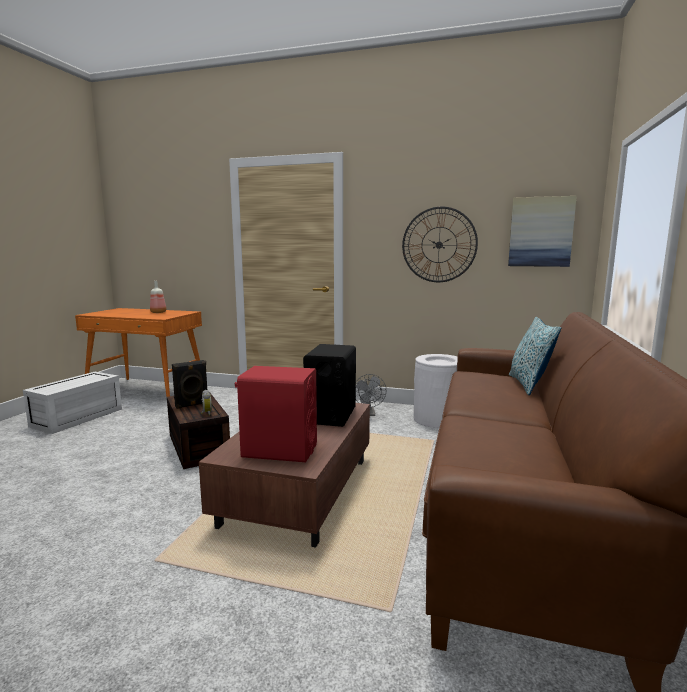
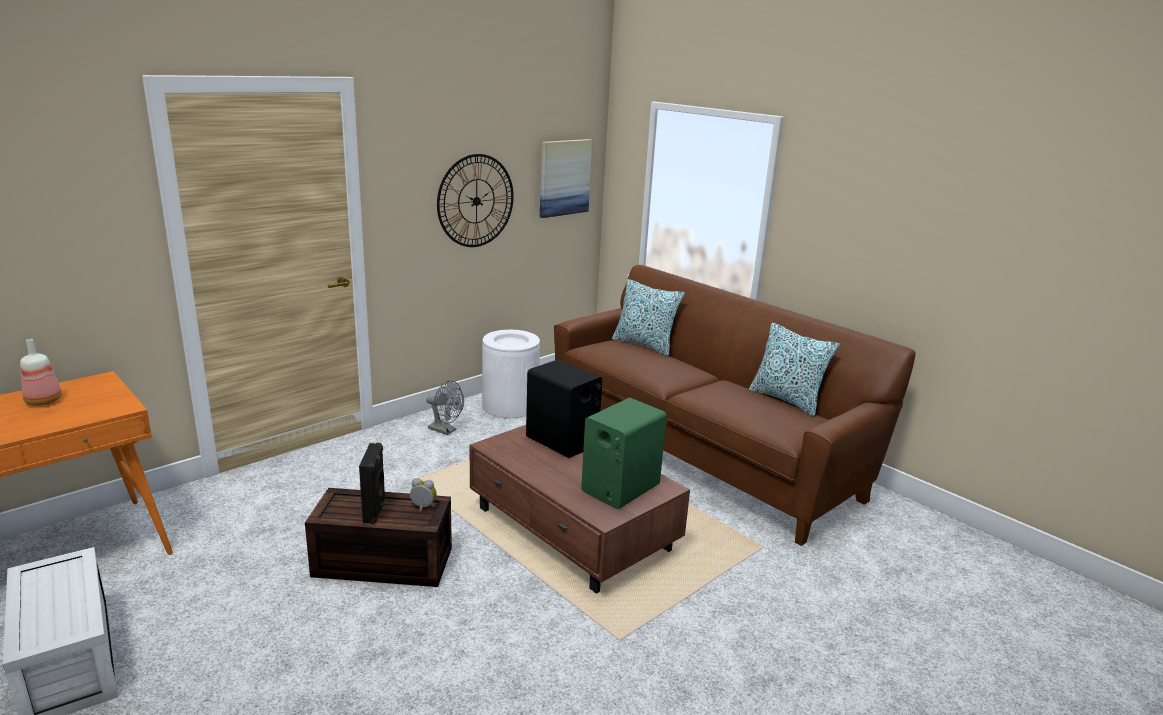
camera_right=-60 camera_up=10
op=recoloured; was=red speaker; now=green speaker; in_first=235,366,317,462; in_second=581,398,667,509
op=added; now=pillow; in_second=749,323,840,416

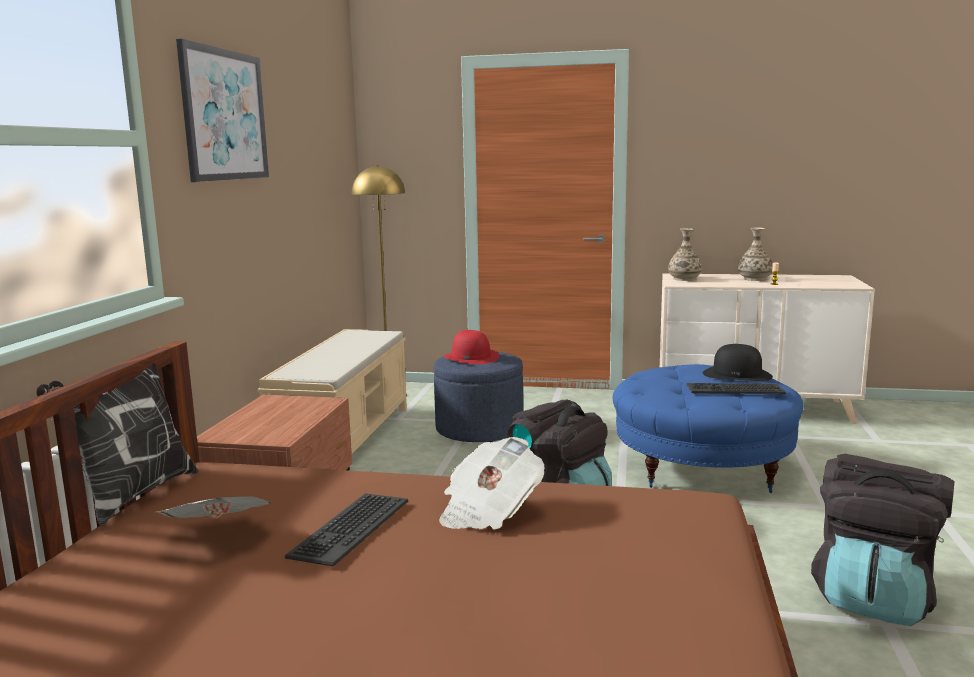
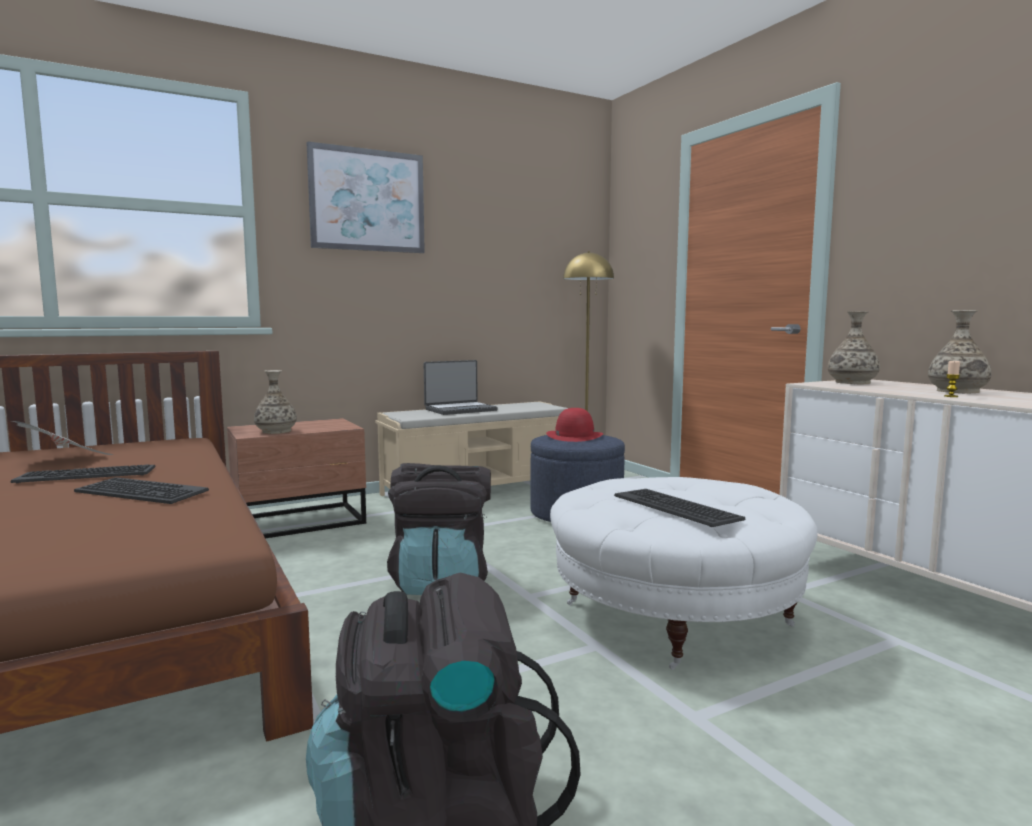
camera_right=50 camera_up=-5
op=removed; was=black hat; in_first=703,344,773,381
op=removed; was=pillow; in_first=36,363,199,525
op=recoloured; was=blue ottoman; now=white ottoman; in_first=613,364,803,493; in_second=550,477,818,670
op=replaced; was=newspaper; now=keyboard; in_first=439,437,545,530; in_second=74,477,209,504
op=added; now=laptop; in_second=424,360,498,415
op=added; now=vase; in_second=254,370,297,434

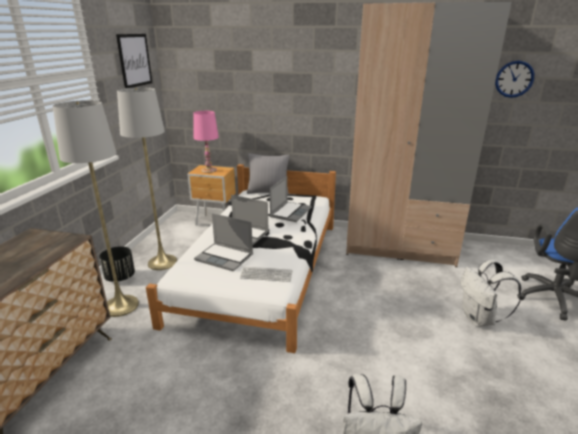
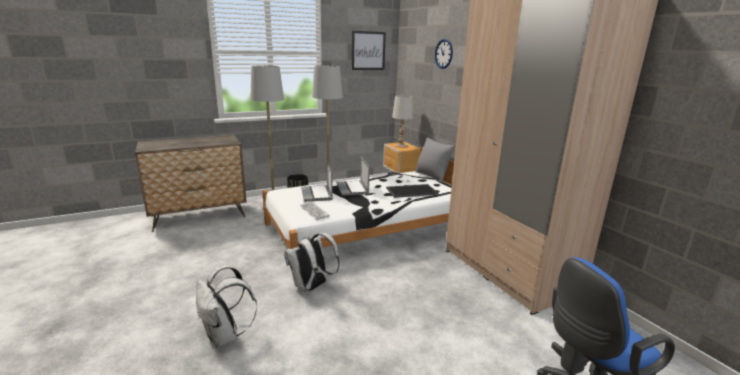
camera_right=50 camera_up=-5
op=moved; was=wall clock; in_first=495,61,535,98; in_second=435,39,453,69
op=recoloured; was=pink table lamp; now=white table lamp; in_first=193,111,219,173; in_second=392,95,413,148
op=replaced; was=laptop; now=tray; in_first=269,176,312,222; in_second=386,184,439,198
op=moved; was=white backpack; in_first=461,260,522,327; in_second=284,233,340,293

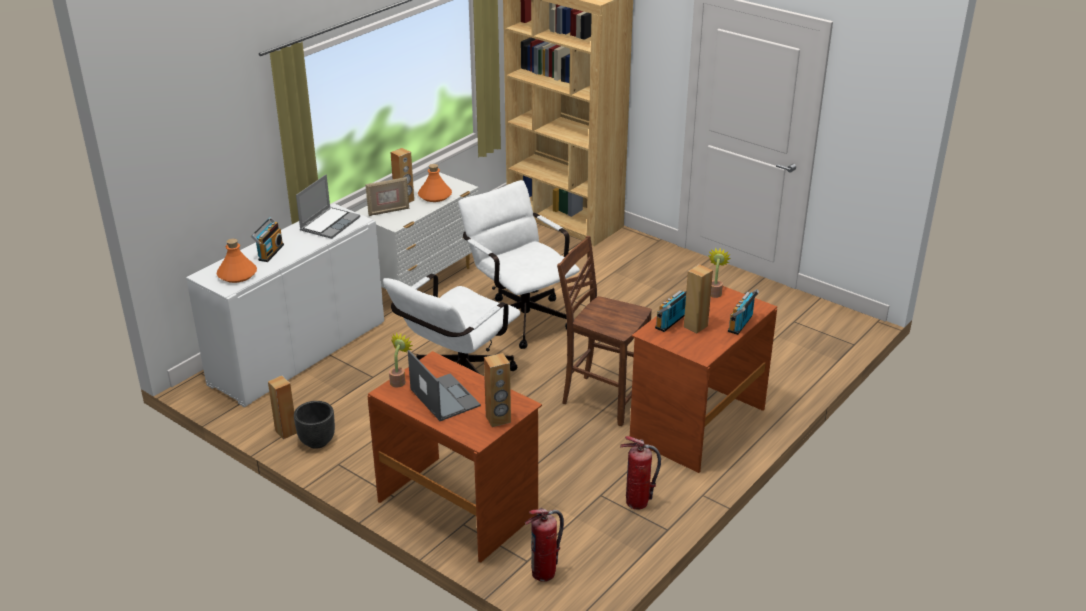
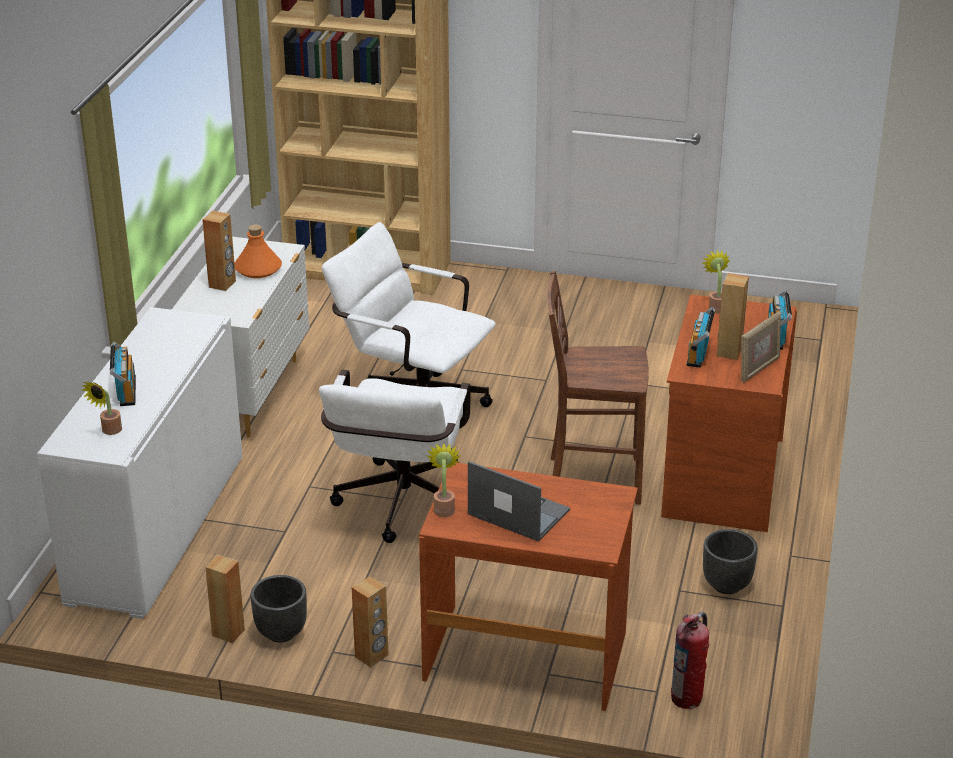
camera_right=-25 camera_up=0
op=removed; was=laptop; in_first=296,174,360,239
op=moved; was=picture frame; in_first=365,177,409,216; in_second=741,312,781,383
op=replaced; was=orange bottle; now=potted plant; in_first=217,238,257,283; in_second=82,382,122,435
op=moved; was=brown speaker; in_first=484,353,511,427; in_second=352,576,389,667
op=replaced; was=fire extinguisher; now=black planter; in_first=620,436,661,510; in_second=703,529,758,594

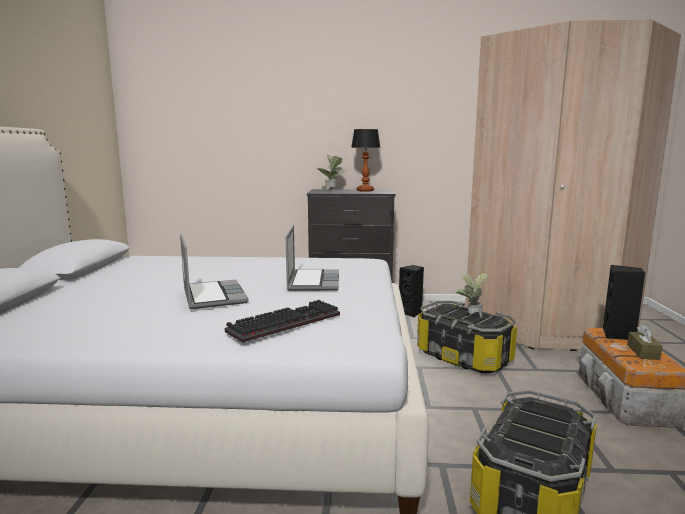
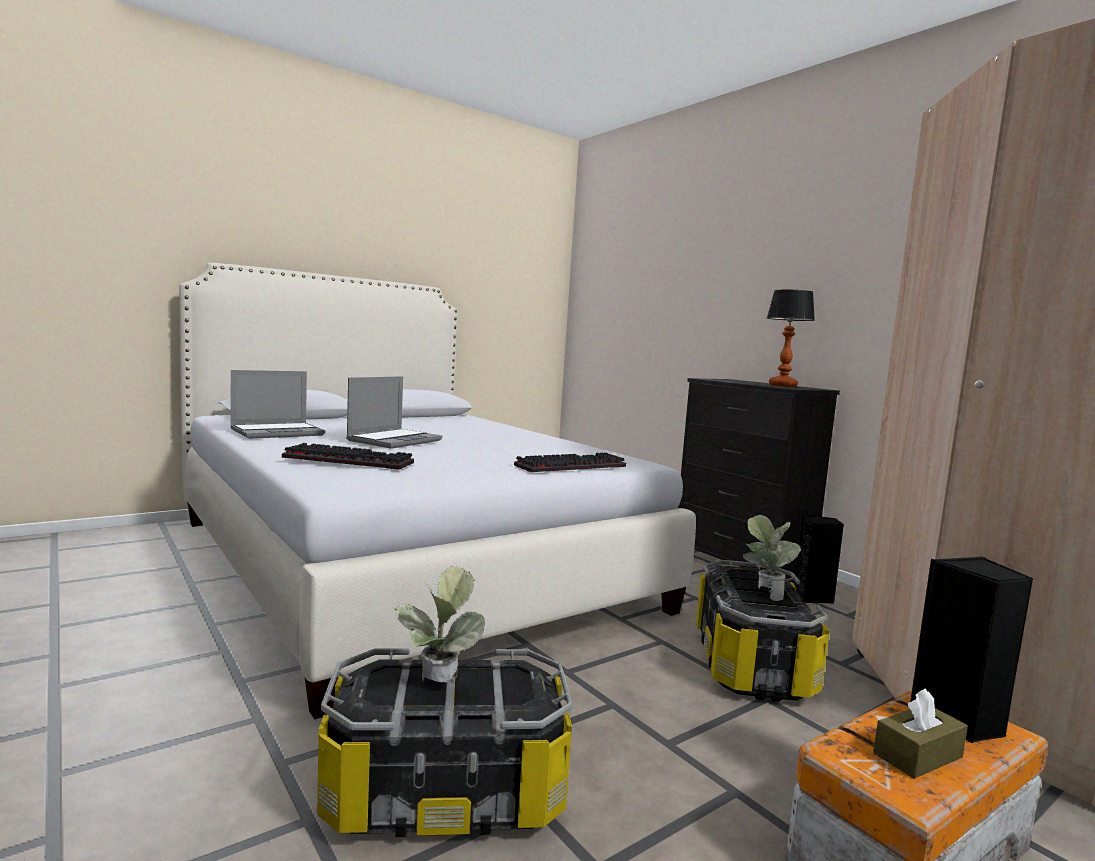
camera_right=50 camera_up=-5
op=moved; was=potted plant; in_first=318,155,345,190; in_second=395,566,485,683
op=moved; was=laptop; in_first=286,225,339,291; in_second=230,370,325,439
op=added; now=keyboard; in_second=514,452,626,472

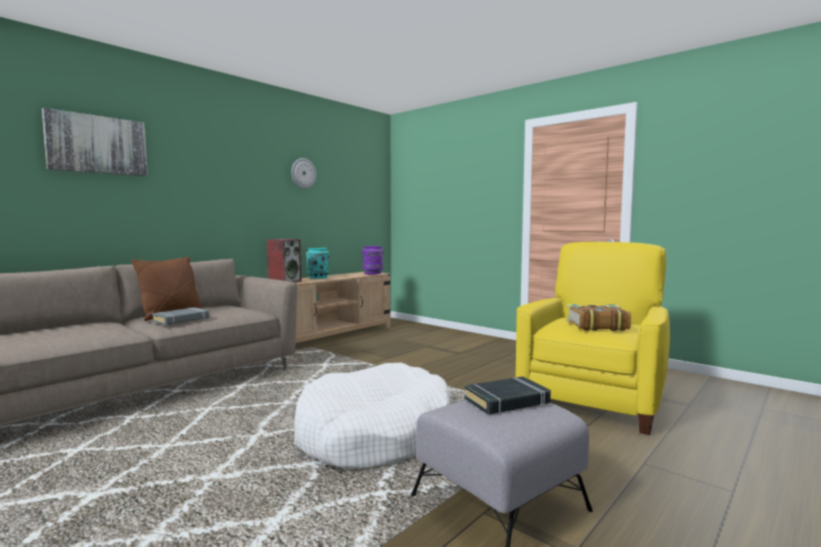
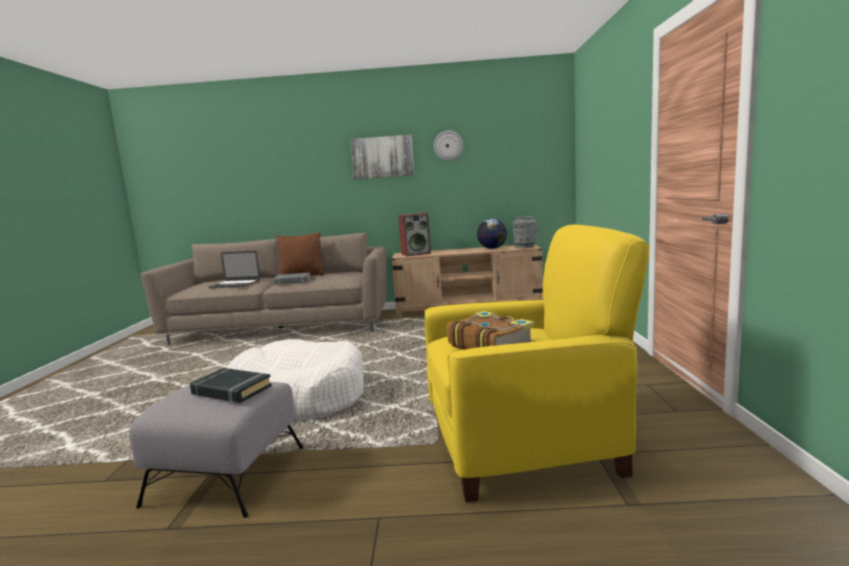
camera_right=50 camera_up=5
op=moved; was=picture; in_first=42,108,148,176; in_second=350,135,415,180
op=recoloured; was=purple vase; now=grey vase; in_first=362,246,384,274; in_second=512,216,537,248
op=removed; was=turquoise vase; in_first=306,248,330,279
op=added; now=globe; in_second=477,219,507,249
op=added; now=laptop; in_second=208,251,260,288

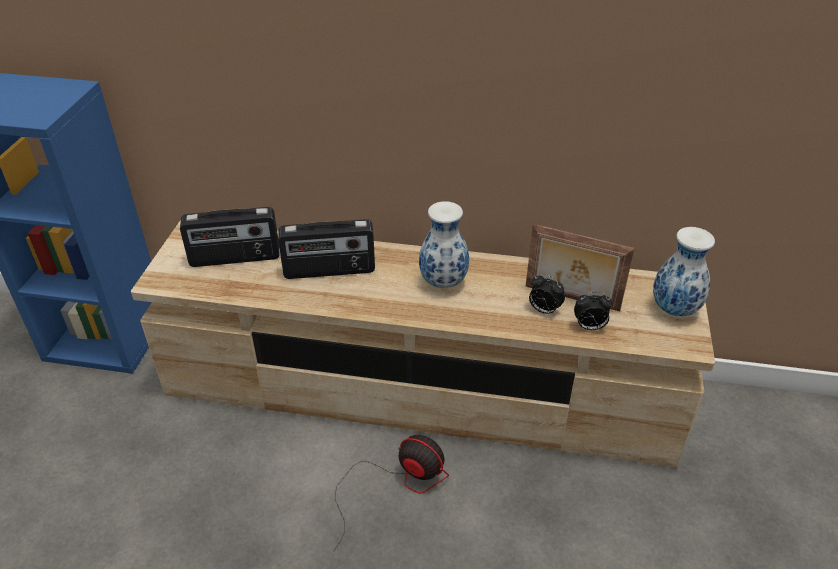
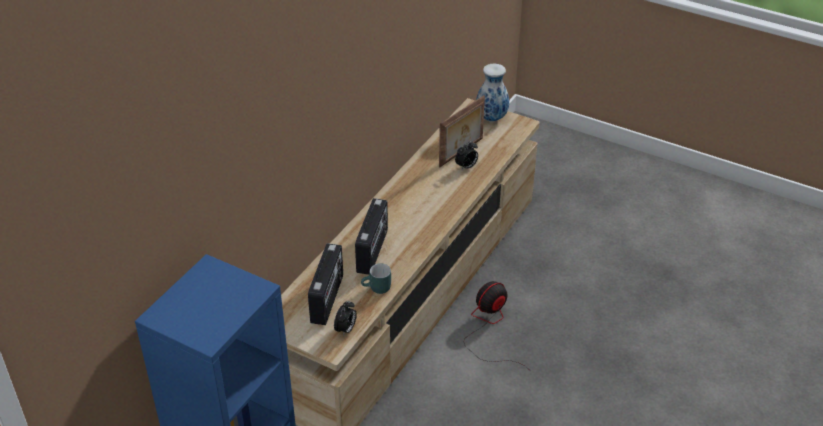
camera_right=-70 camera_up=0
op=removed; was=vase; in_first=419,201,469,289
op=moved; was=alarm clock; in_first=574,292,613,330; in_second=334,301,357,336
op=added; now=turquoise mug; in_second=361,263,391,294

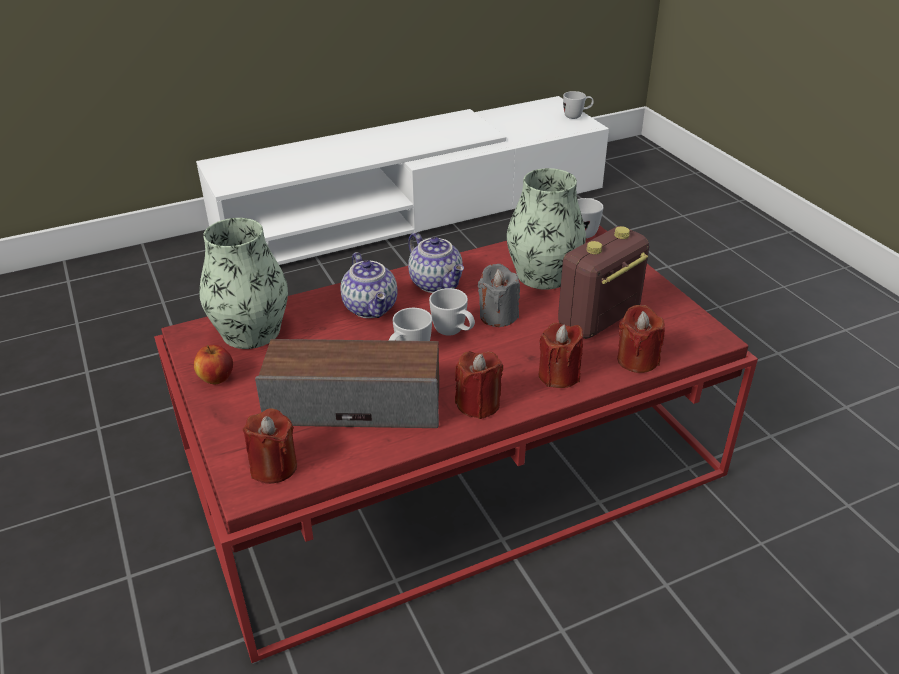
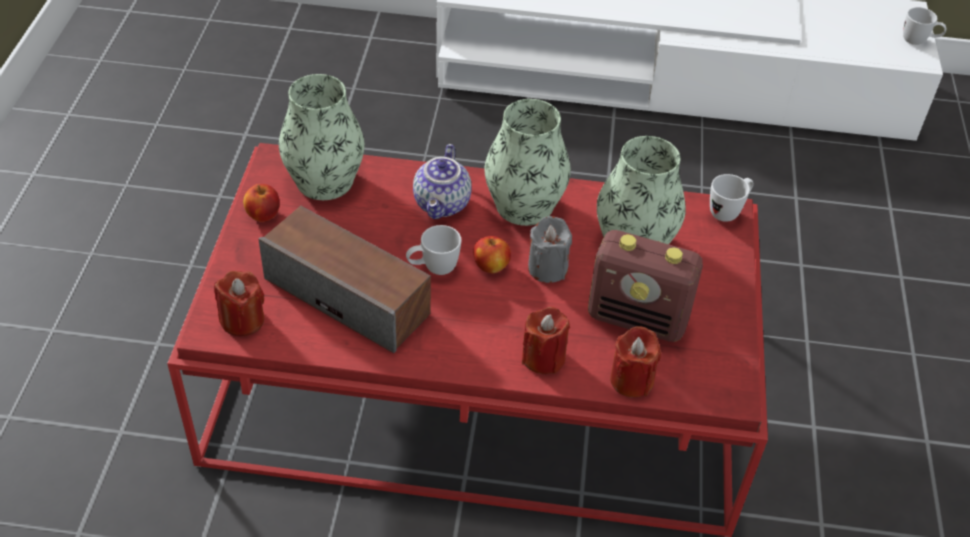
camera_right=30 camera_up=10
op=turned; was=radio; in_first=558,226,649,339; in_second=588,230,703,342; clockwise=-150
op=replaced; was=teapot; now=vase; in_first=408,232,464,293; in_second=485,99,571,226
op=replaced; was=white mug; now=apple; in_first=429,288,475,336; in_second=473,236,511,273
op=removed; was=red candle; in_first=455,351,503,419

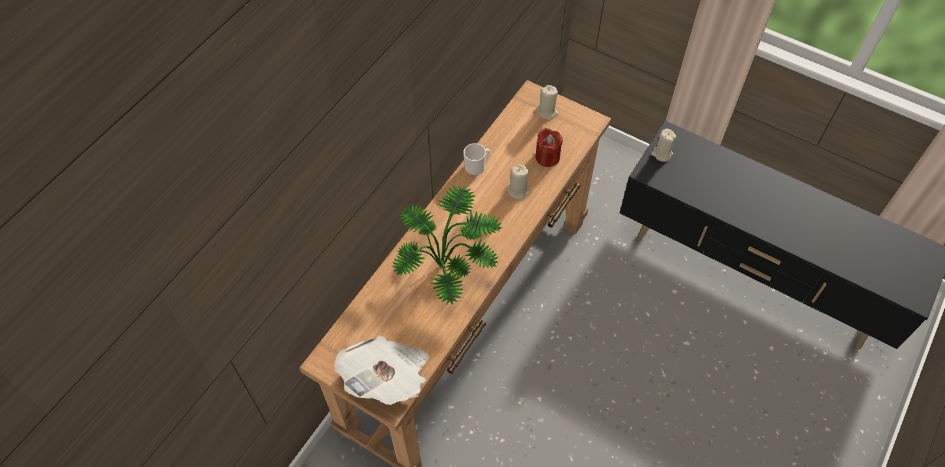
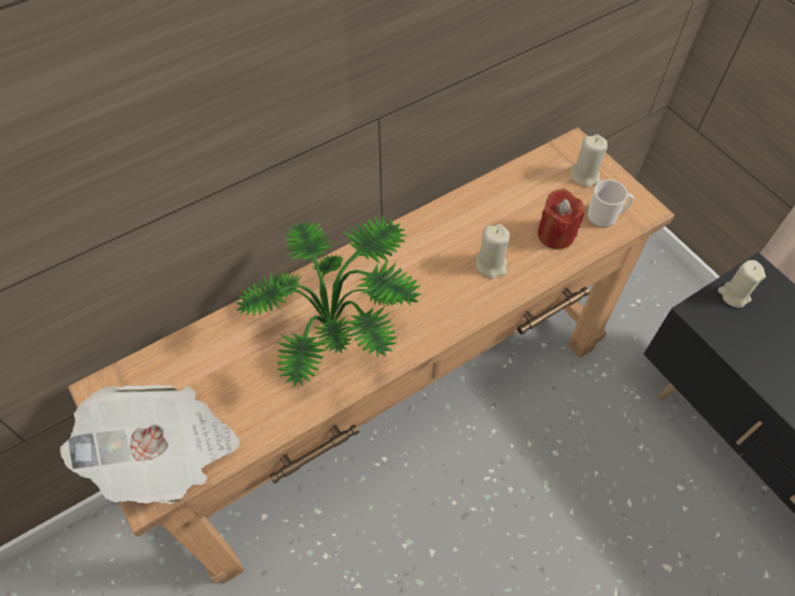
camera_right=25 camera_up=0
op=moved; was=mug; in_first=463,143,490,176; in_second=587,180,634,228

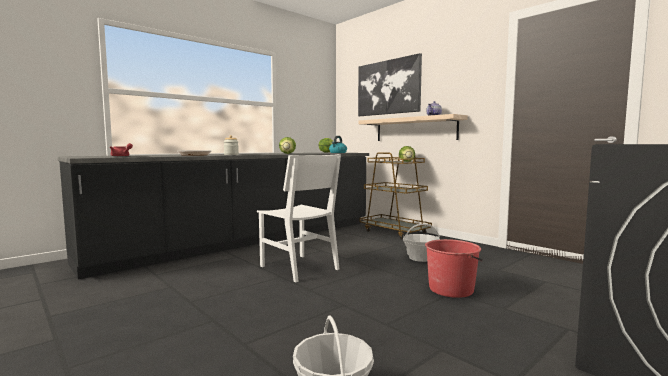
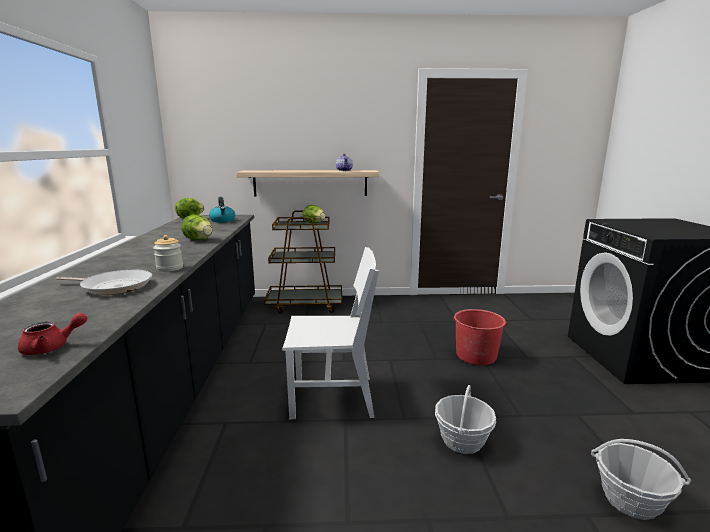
camera_right=-50 camera_up=10
op=removed; was=picture; in_first=358,53,422,116
op=moved; was=basket; in_first=403,224,440,262; in_second=435,385,496,454

